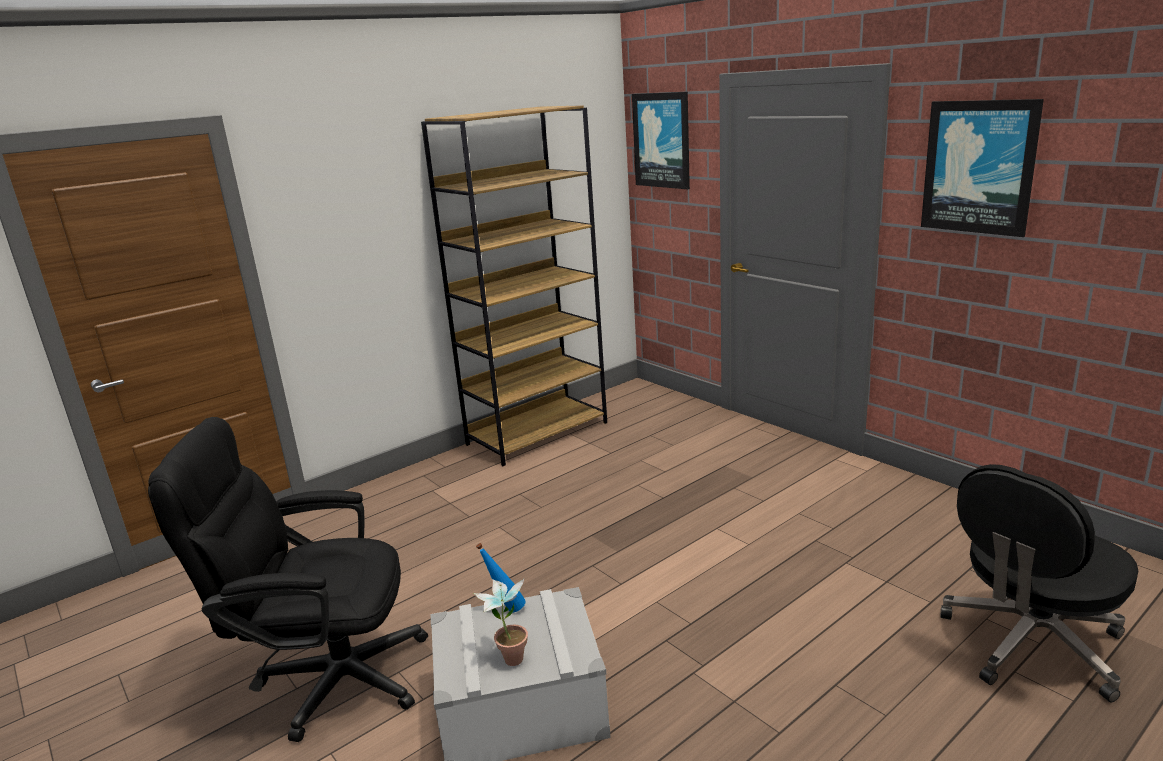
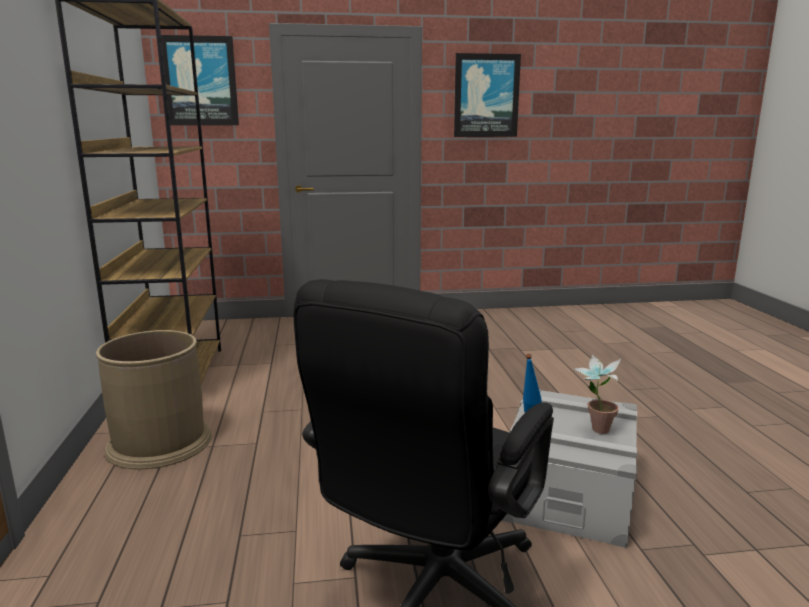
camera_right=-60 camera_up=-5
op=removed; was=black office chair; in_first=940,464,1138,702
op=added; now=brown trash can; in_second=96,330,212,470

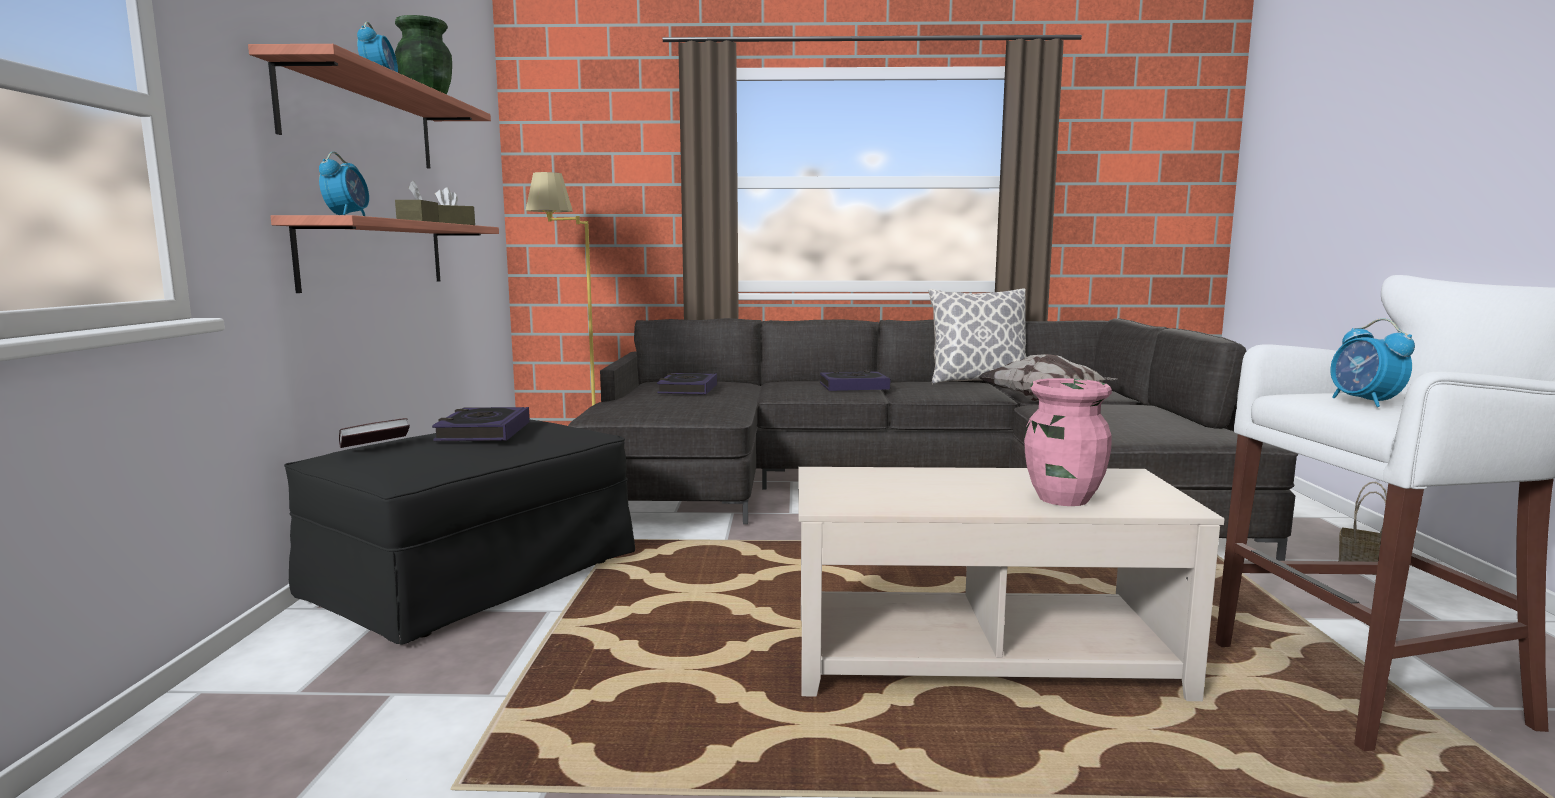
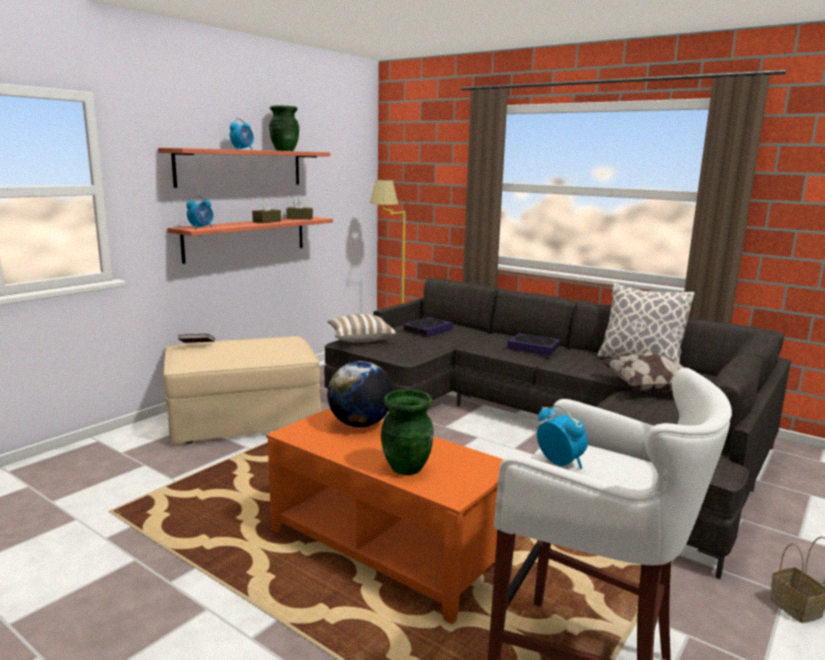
camera_right=35 camera_up=5
op=turned; was=alarm clock; in_first=1331,318,1415,407; in_second=537,405,588,469; clockwise=120
op=recoloured; was=pink vase; now=green vase; in_first=1024,378,1112,506; in_second=381,389,434,475
op=removed; was=book; in_first=432,407,530,441
op=recoloured; was=black ottoman; now=beige ottoman; in_first=284,420,635,645; in_second=163,336,322,444
op=recoloured; was=beige coffee table; now=orange coffee table; in_first=798,467,1225,701; in_second=266,408,503,624
op=added; now=pillow; in_second=327,314,396,342
op=added; now=globe; in_second=327,361,393,427

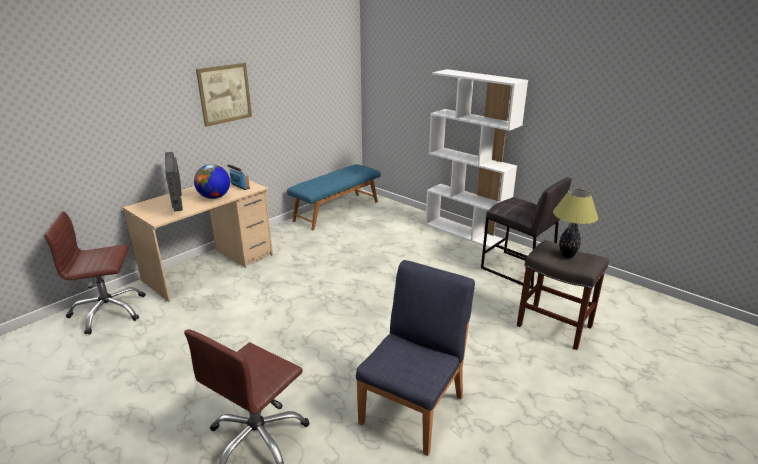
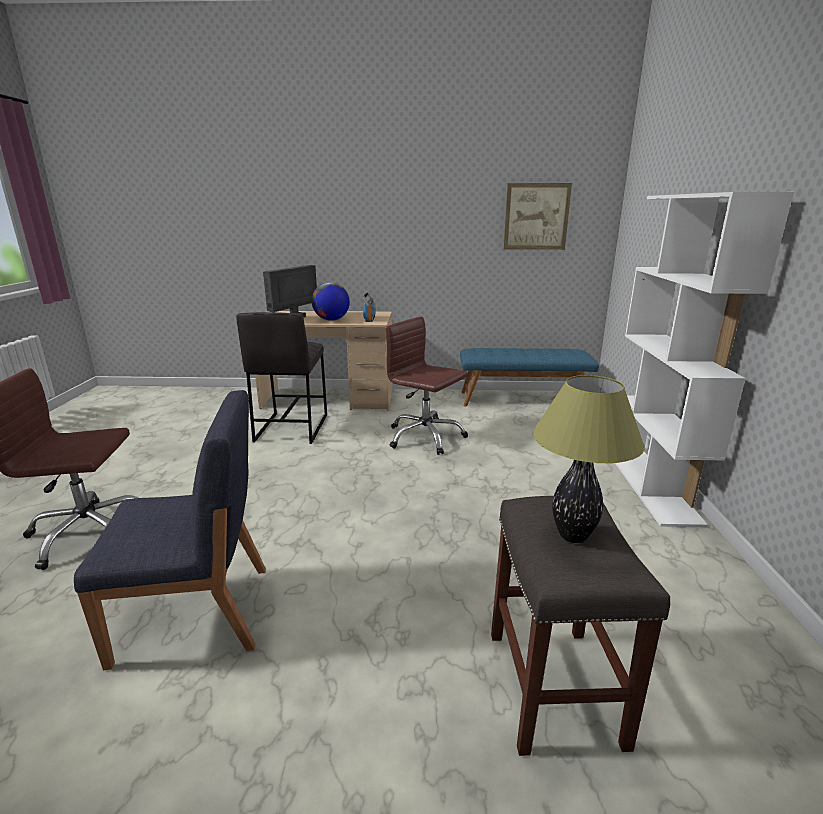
camera_right=50 camera_up=-5
op=moved; was=picture; in_first=196,63,252,127; in_second=503,183,572,250
op=moved; was=grey stool; in_first=481,177,572,289; in_second=236,312,327,444
op=moved; was=brown office chair; in_first=44,211,145,334; in_second=385,316,468,455

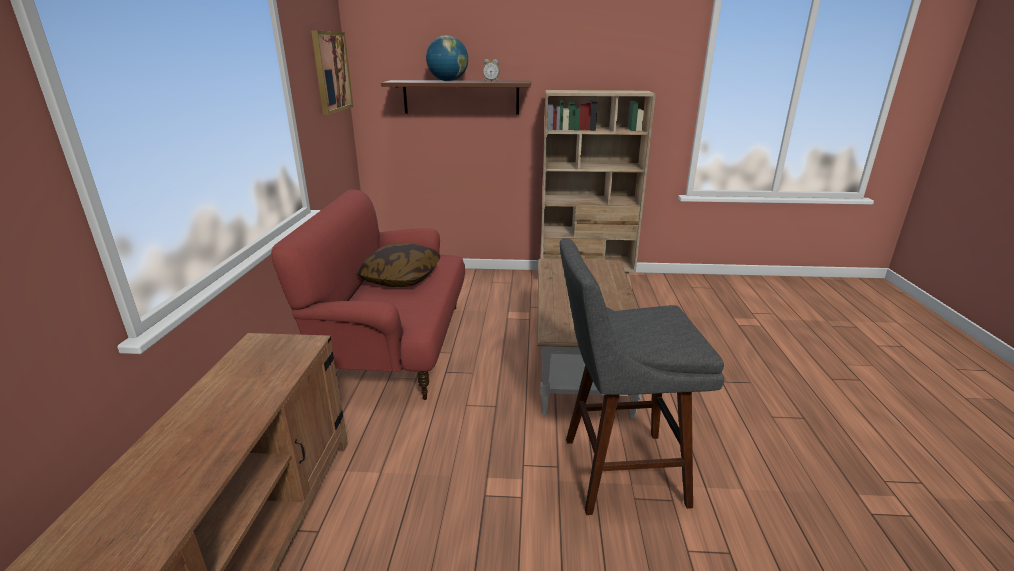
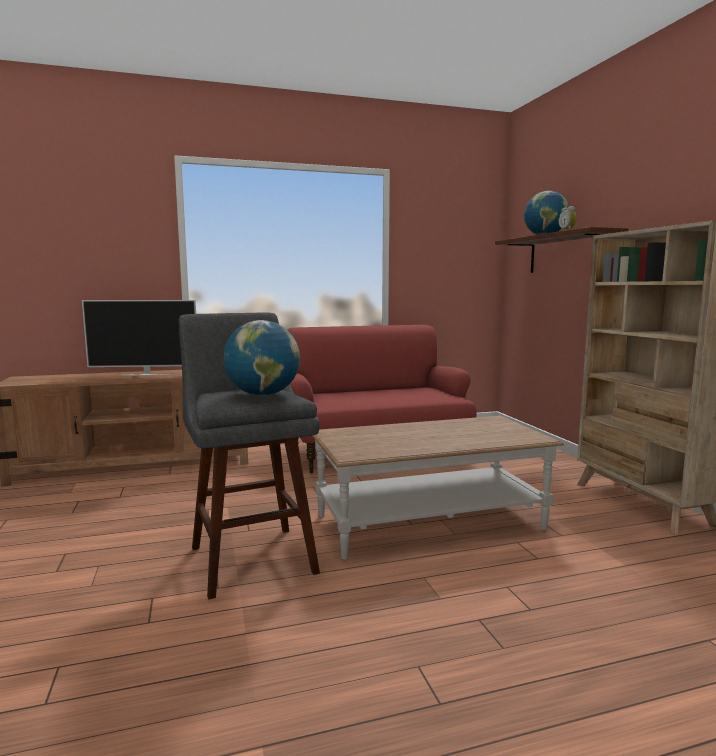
camera_right=70 camera_up=-15
op=removed; was=picture; in_first=311,30,353,115
op=removed; was=pillow; in_first=357,243,440,287
op=added; now=television; in_second=82,300,196,376
op=added; now=globe; in_second=223,320,300,396

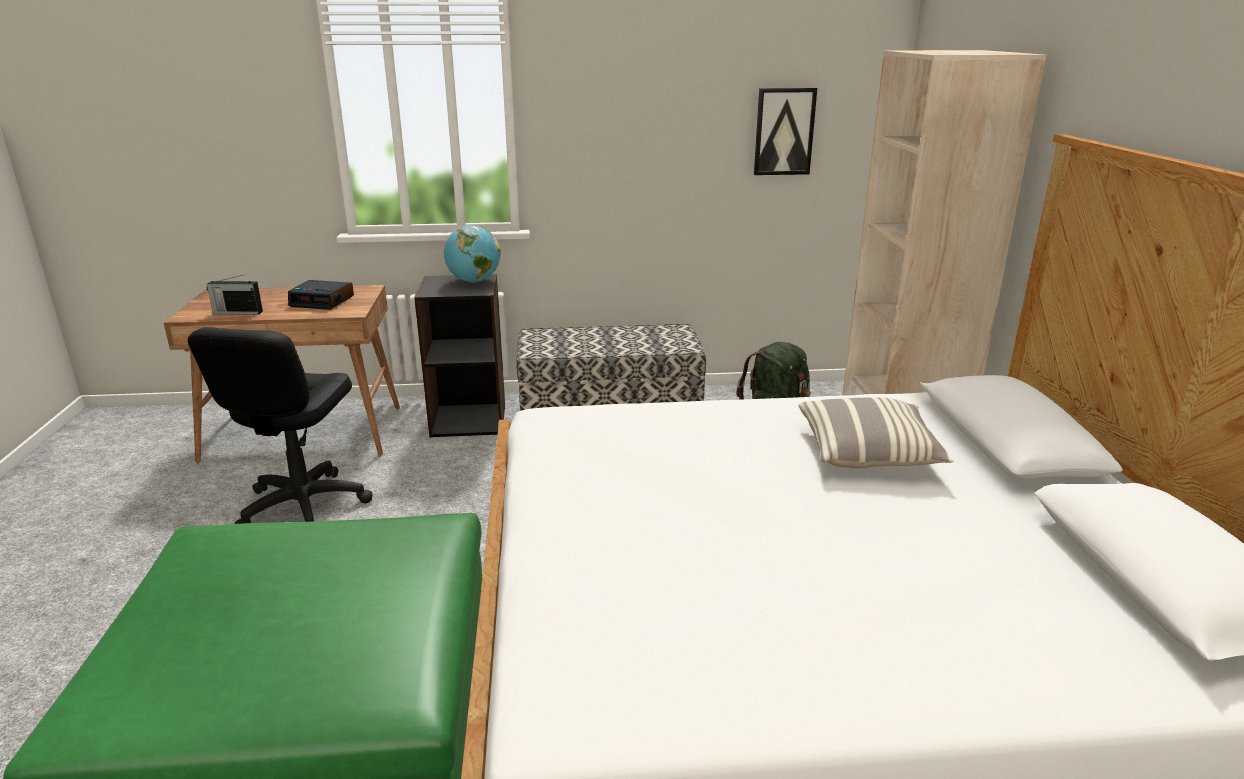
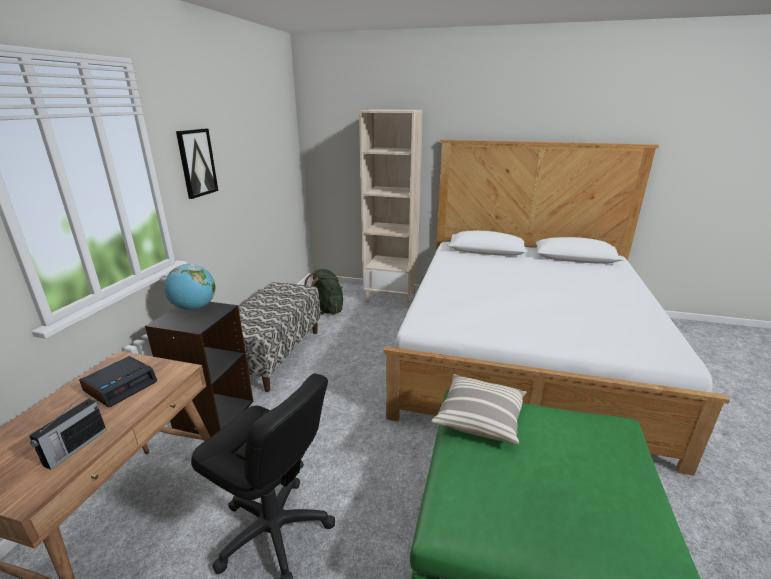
camera_right=-70 camera_up=0
op=moved; was=picture; in_first=754,88,817,175; in_second=176,129,218,199
op=moved; was=pillow; in_first=799,397,954,468; in_second=431,374,526,444

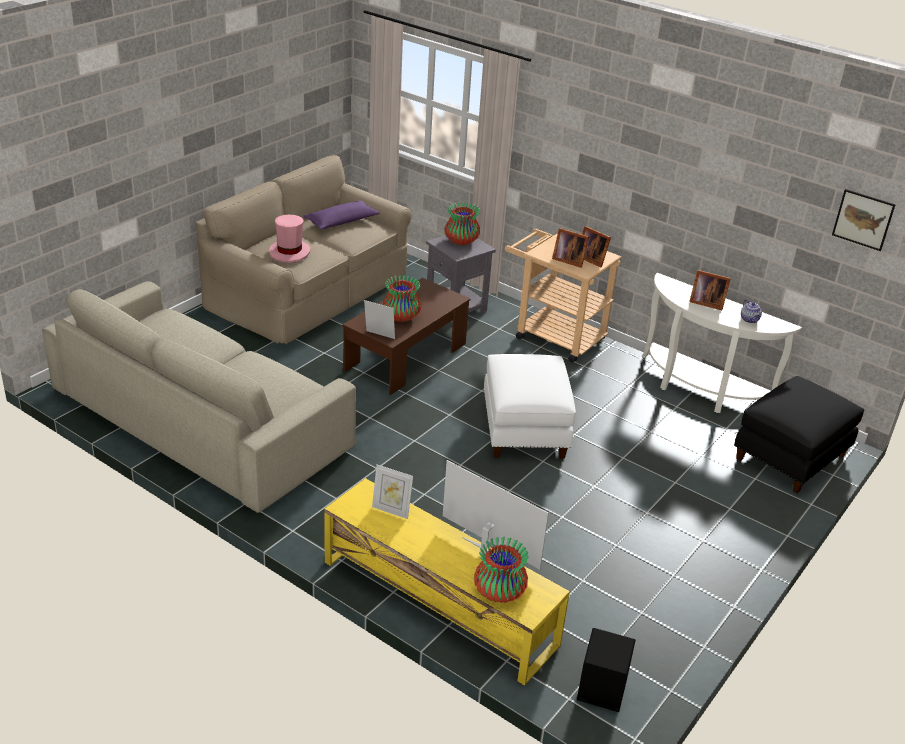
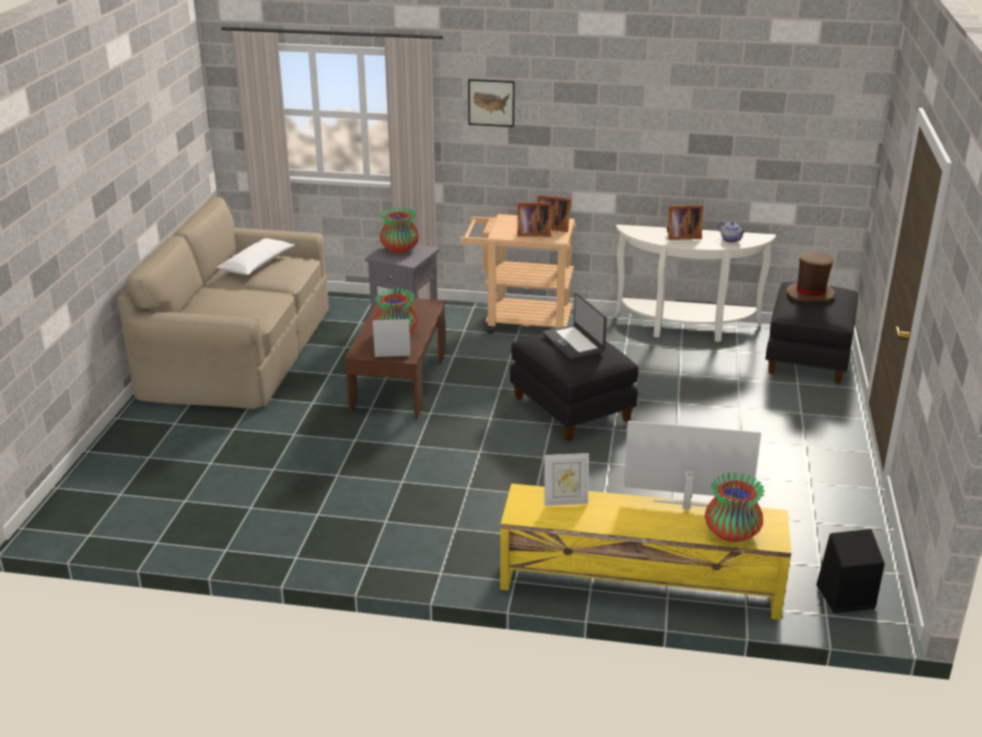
camera_right=-25 camera_up=-5
op=moved; was=picture; in_first=832,189,896,251; in_second=468,79,515,127
op=recoloured; was=purple pillow; now=white pillow; in_first=303,200,380,230; in_second=216,238,295,275
op=removed; was=pink hat; in_first=269,215,310,263
op=removed; was=beige sofa; in_first=42,281,356,513
op=recoloured; was=white ottoman; now=black ottoman; in_first=484,354,576,459; in_second=510,333,638,441
op=added; now=brown hat; in_second=786,252,835,303
op=added; now=laptop; in_second=542,293,607,359

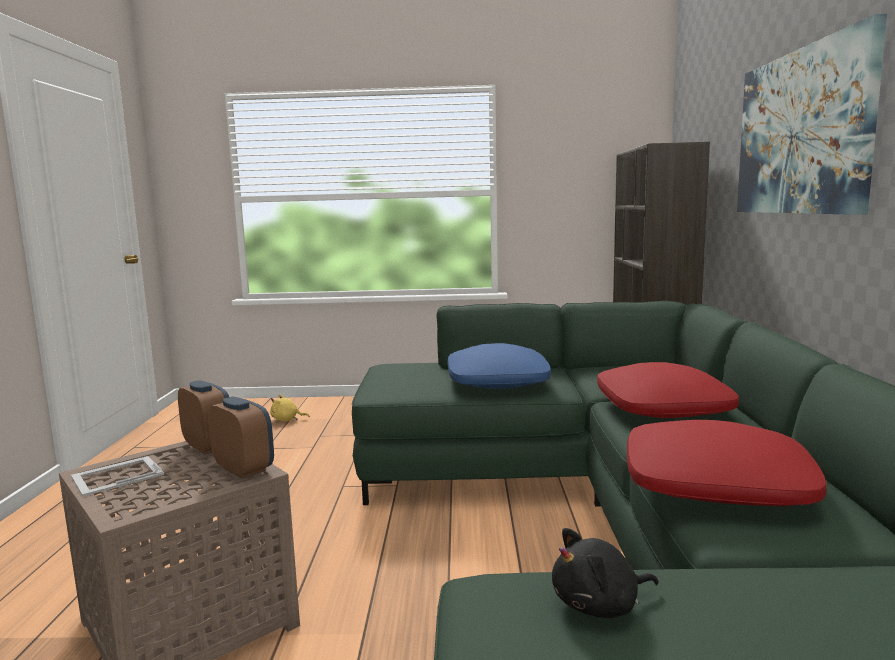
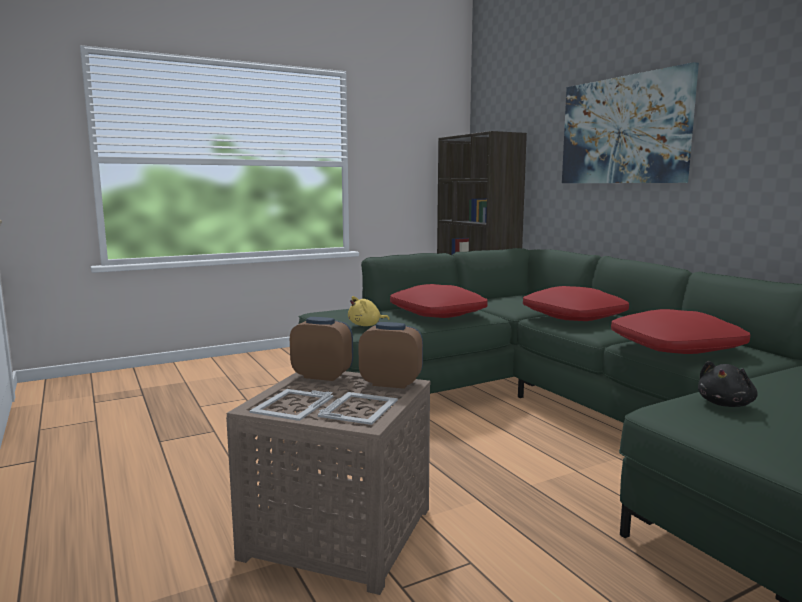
camera_right=-30 camera_up=0
op=recoloured; was=blue pillow; now=red pillow; in_first=447,343,551,389; in_second=390,284,488,318
op=moved; was=yellow plush toy; in_first=270,394,309,421; in_second=348,296,390,326
op=added; now=picture frame; in_second=318,392,398,425

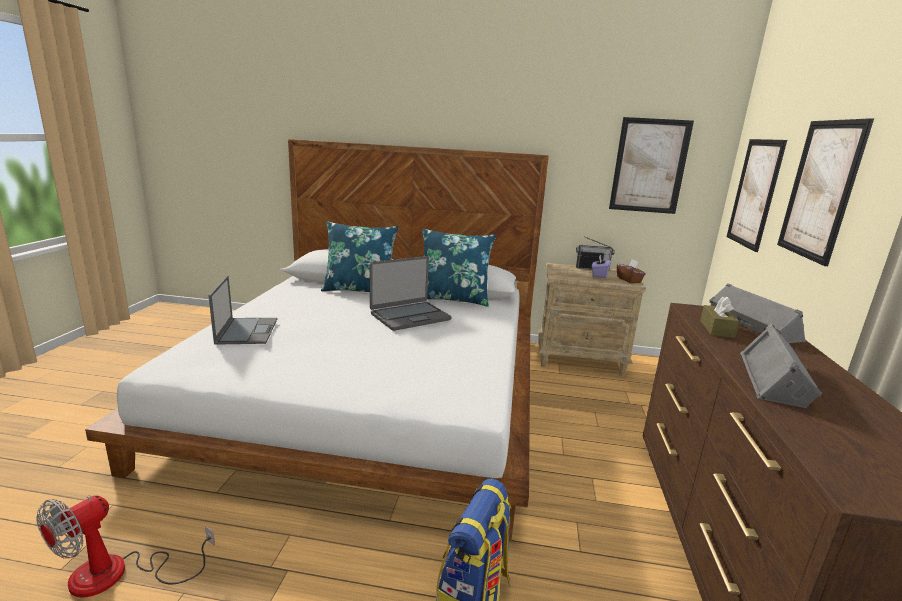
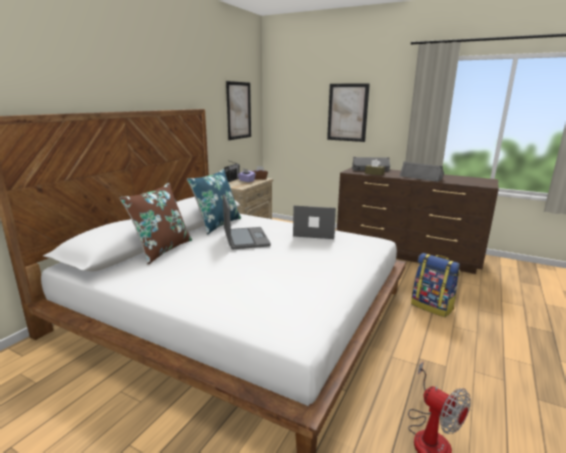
camera_right=-70 camera_up=0
op=removed; was=picture; in_first=727,139,787,252
op=recoloured; was=blue pillow; now=brown pillow; in_first=321,222,399,292; in_second=120,183,192,265
op=moved; was=laptop; in_first=208,276,277,345; in_second=293,206,336,239

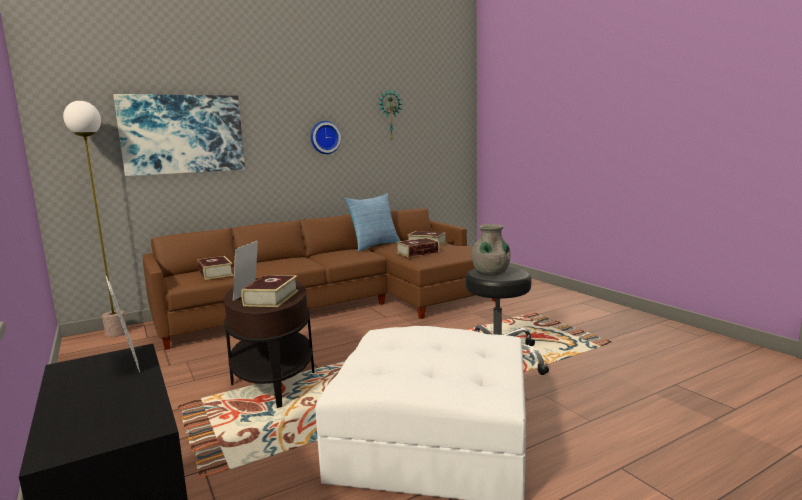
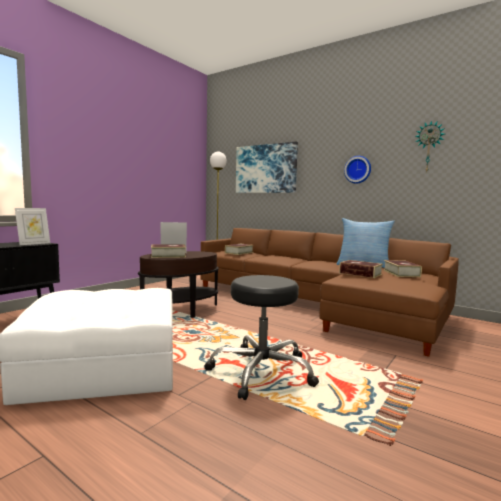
camera_right=65 camera_up=-5
op=removed; was=grey vase; in_first=472,224,510,276

